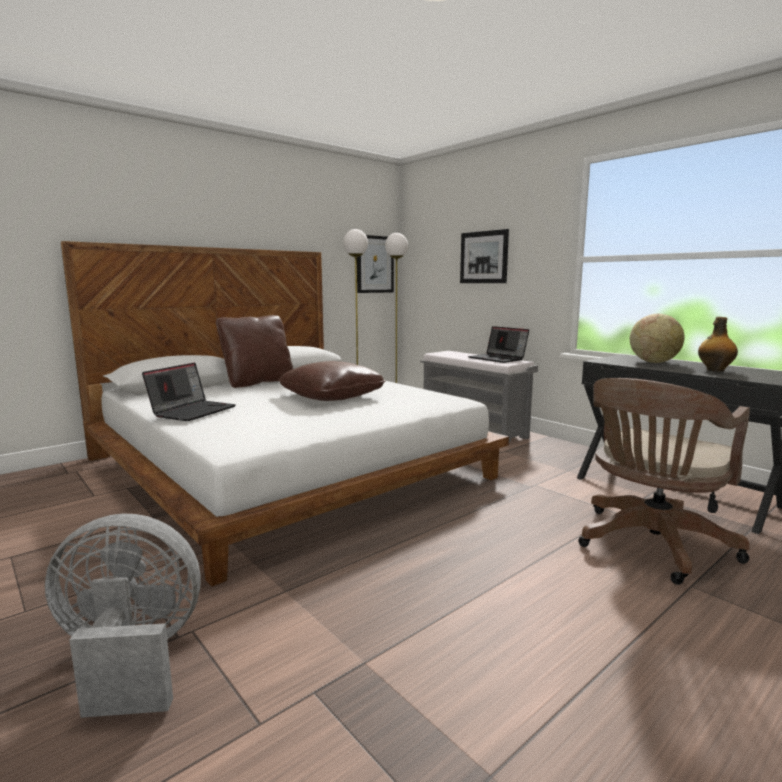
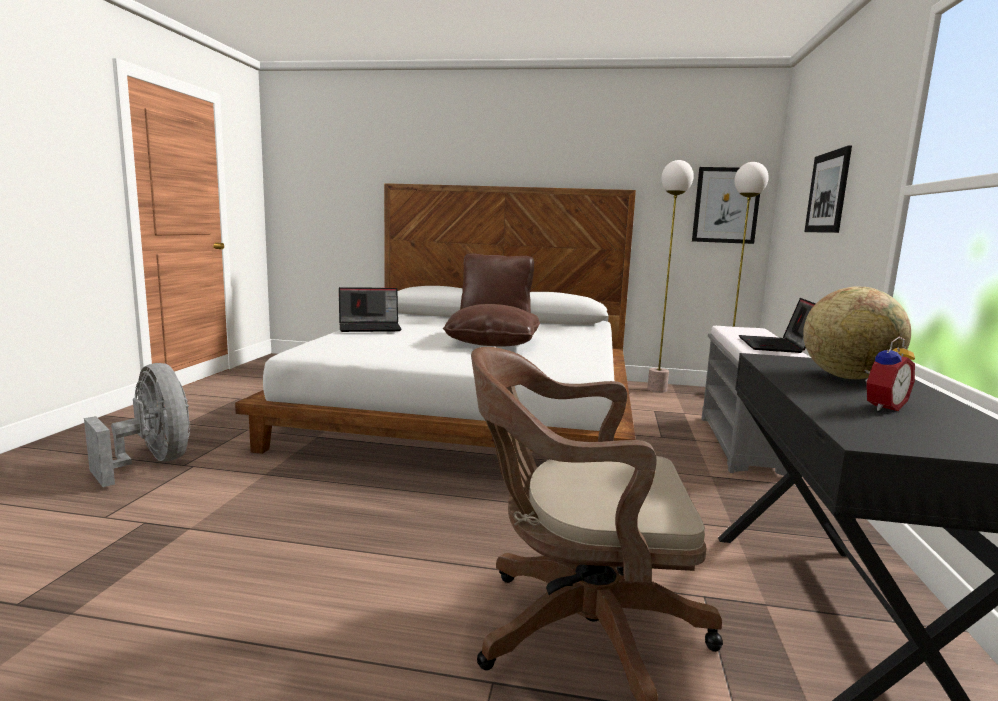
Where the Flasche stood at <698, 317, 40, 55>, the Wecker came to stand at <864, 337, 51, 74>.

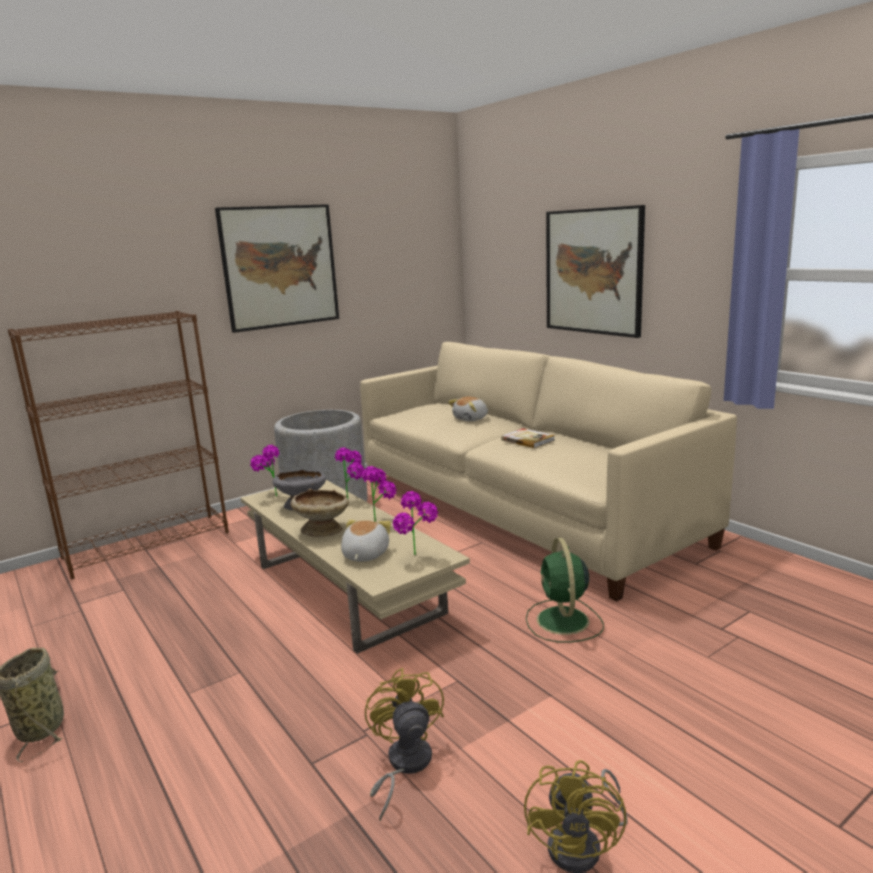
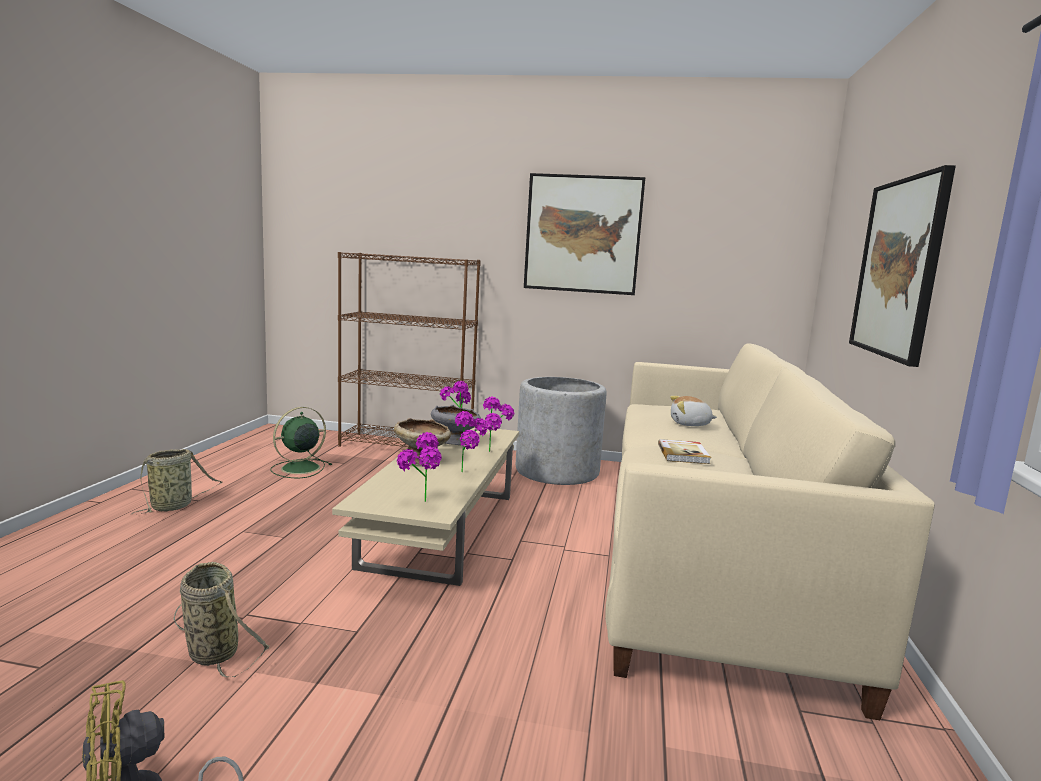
The second view lost the Plüschtier at <341, 520, 50, 42>.
The Ventilator (grün) ended up elsewhere, having gone from <526, 538, 78, 104> to <271, 407, 61, 71>.
Where the Ventilator (gelb) stood at <365, 668, 79, 154>, the Korb came to stand at <173, 562, 96, 116>.

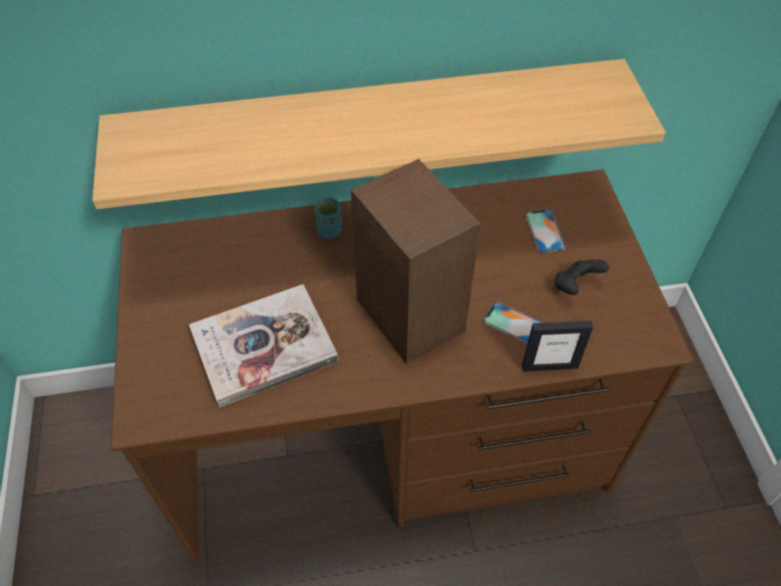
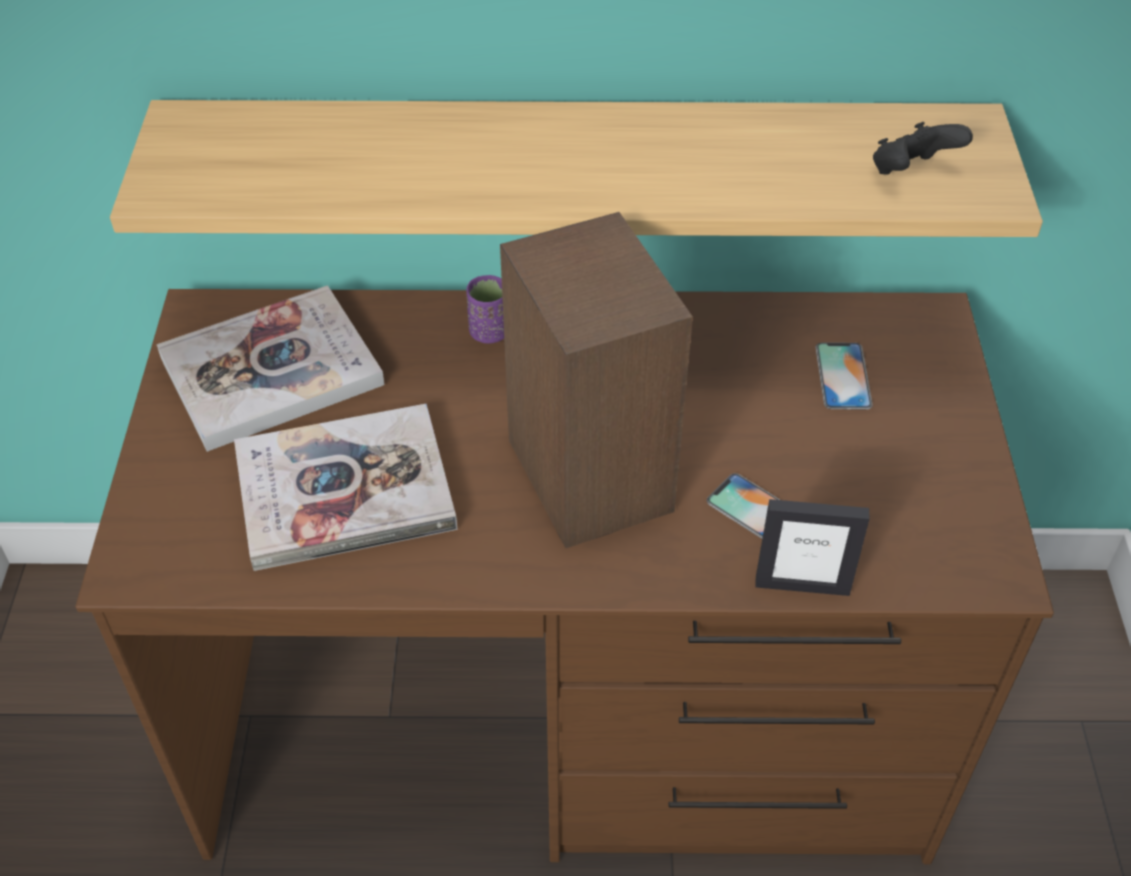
What was the Tasse (türkis) at <315, 197, 27, 42> turned into the Tasse (lila) at <466, 275, 38, 69>.
The Gamepad (schwarz) ended up elsewhere, having gone from <554, 259, 55, 36> to <873, 122, 100, 53>.
The second view gained the Buch at <157, 285, 228, 167>.

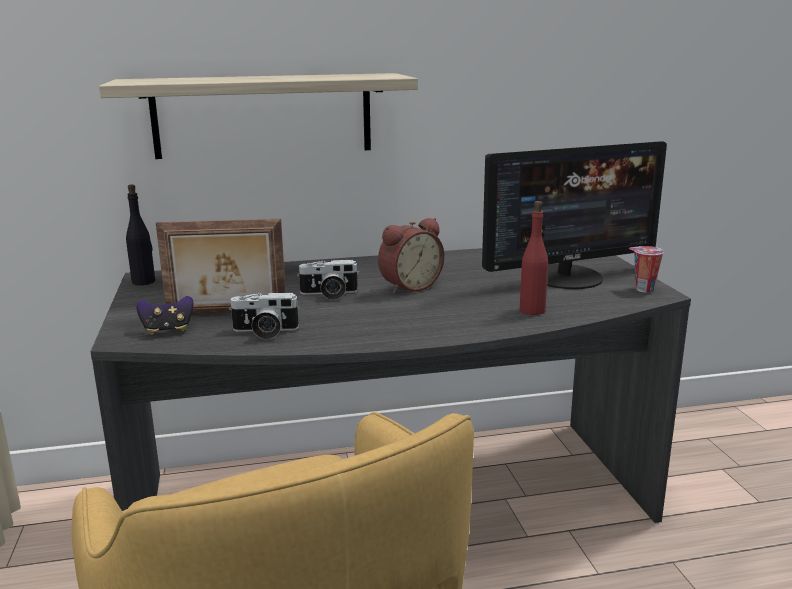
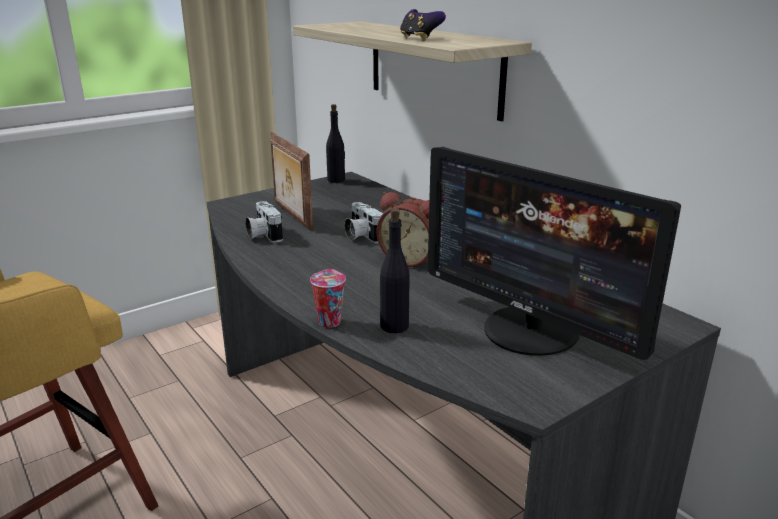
What was the Flasche (rot) at <520, 201, 28, 114> turned into the Flasche (schwarz) at <380, 208, 30, 125>.
The Tasse ended up elsewhere, having gone from <628, 246, 36, 46> to <310, 269, 36, 59>.
The Gamepad ended up elsewhere, having gone from <136, 296, 58, 39> to <400, 9, 46, 31>.

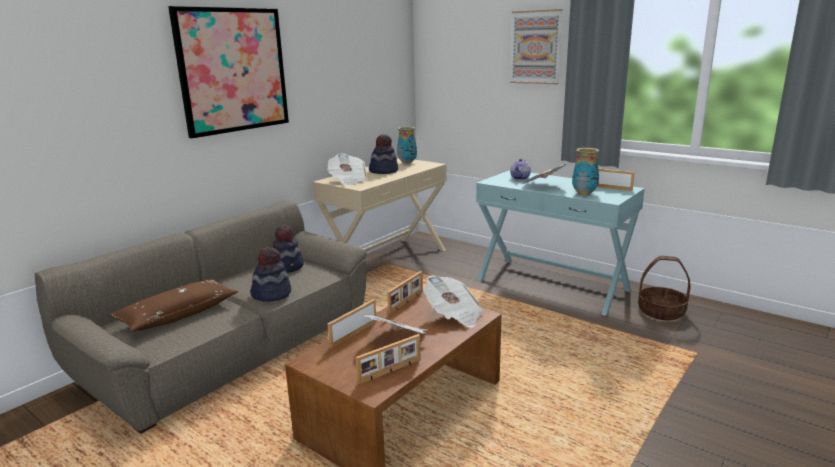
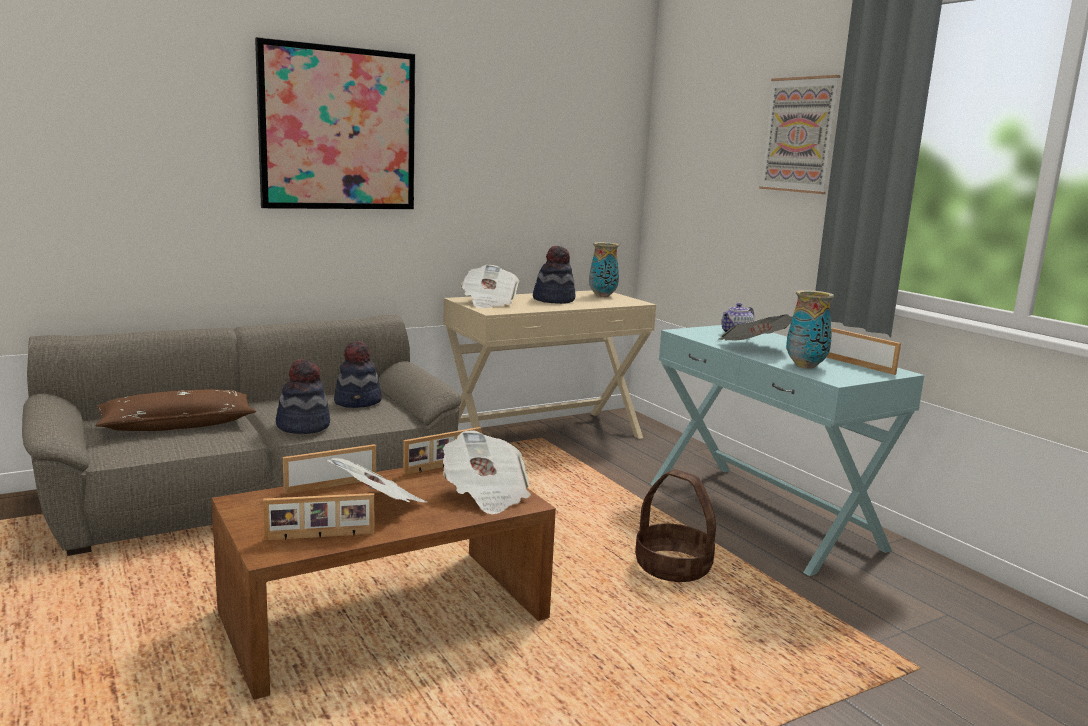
The Korb ended up elsewhere, having gone from <638, 256, 53, 64> to <635, 469, 81, 113>.

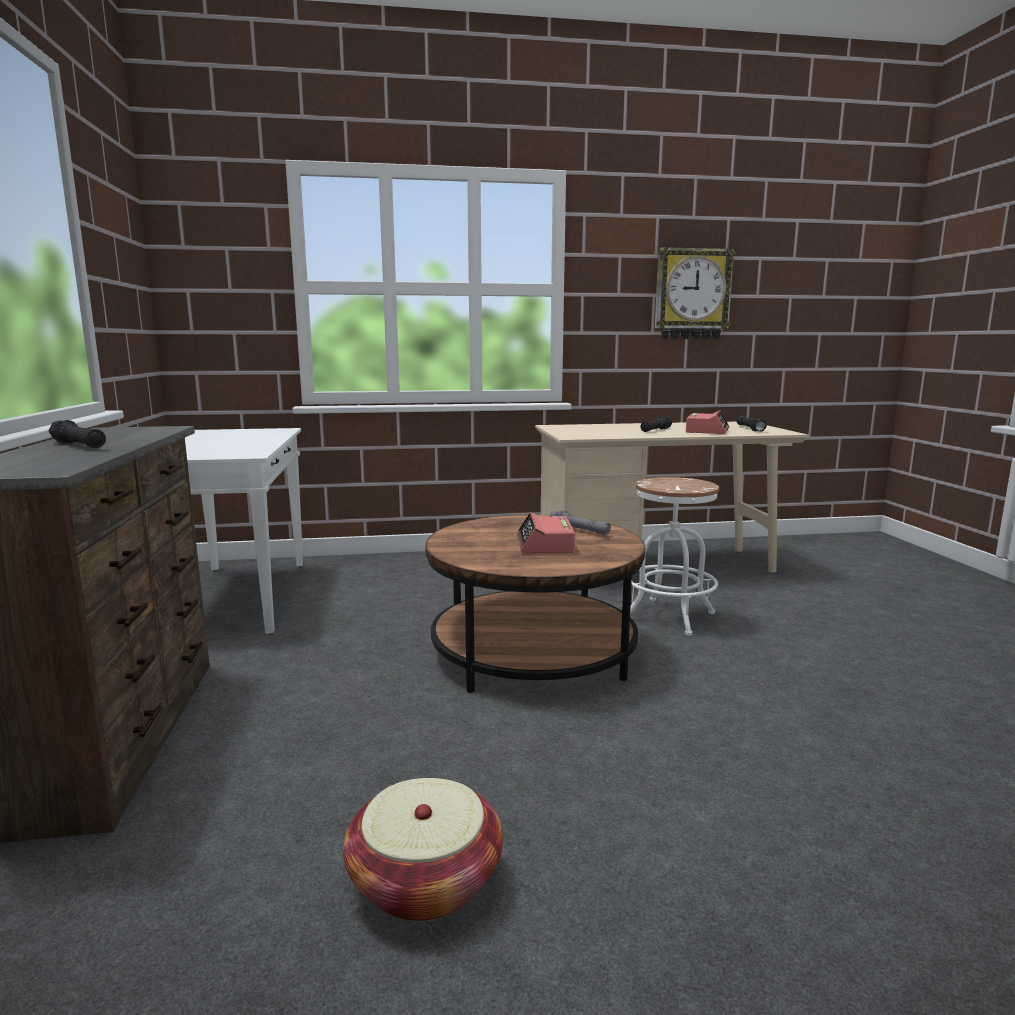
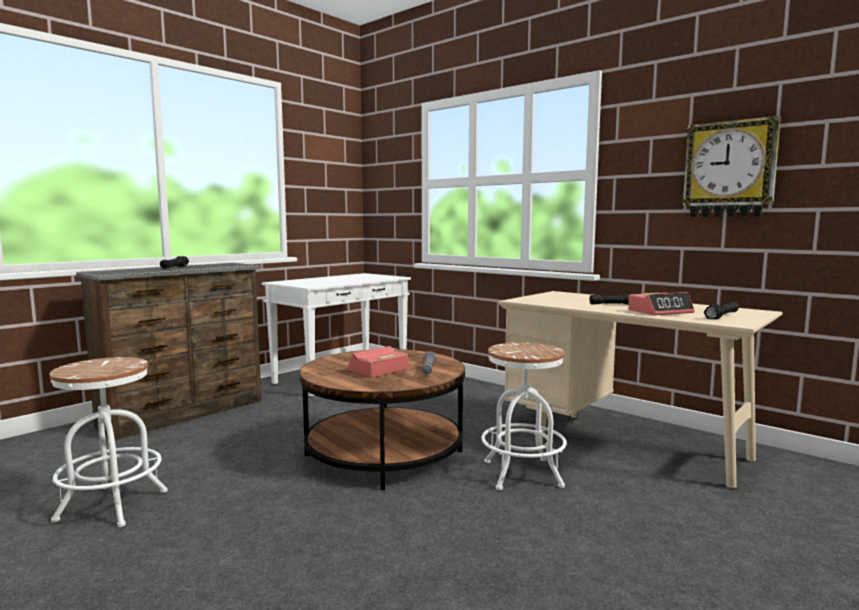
Where the Korb stood at <343, 778, 160, 144>, the Hocker (weiß) came to stand at <50, 357, 118, 170>.

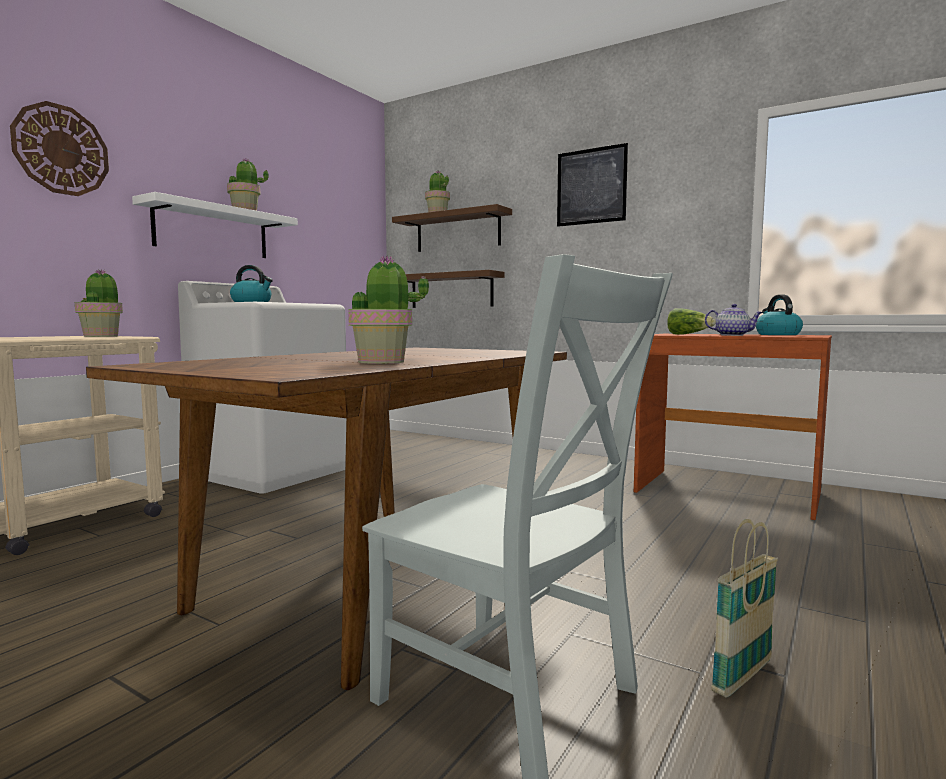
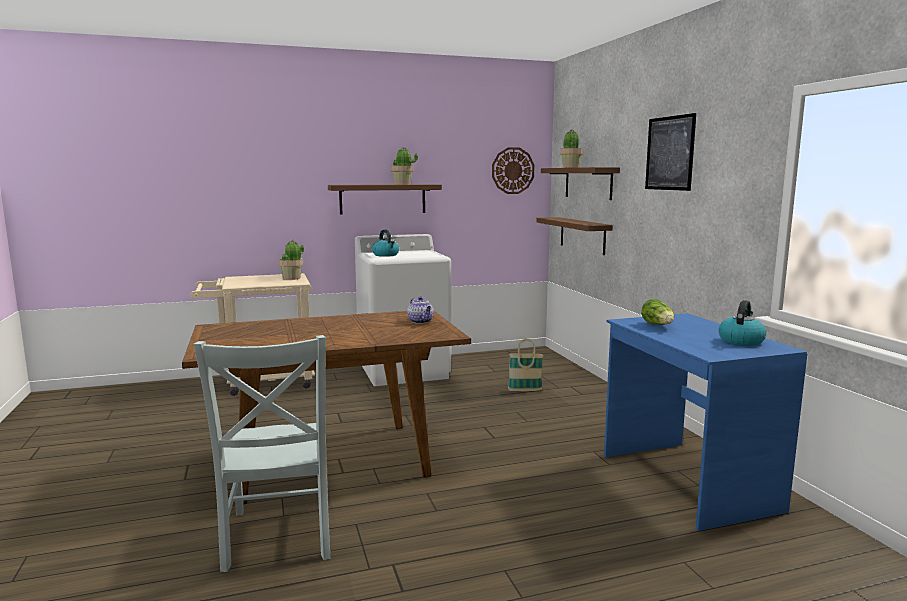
The Wanduhr ended up elsewhere, having gone from <10, 101, 99, 95> to <492, 147, 42, 47>.
What was the Wandregal (weiß) at <132, 192, 166, 66> turned into the Wandregal (braun) at <328, 184, 114, 31>.
The second view lost the Topfpflanze at <348, 256, 81, 108>.
The Teekanne ended up elsewhere, having gone from <705, 304, 58, 32> to <407, 296, 27, 28>.
What was the Schreibtisch (braun) at <634, 334, 198, 186> turned into the Schreibtisch (blau) at <604, 313, 203, 218>.
The Korb ended up elsewhere, having gone from <711, 519, 67, 179> to <508, 339, 35, 52>.

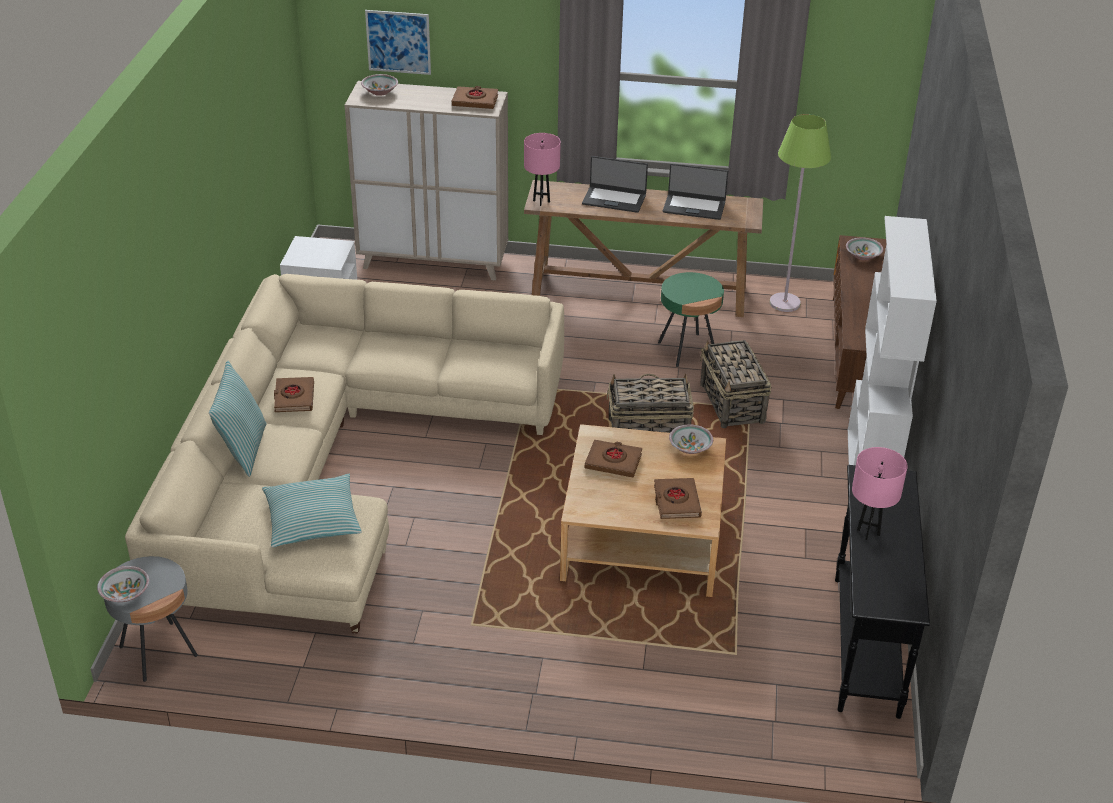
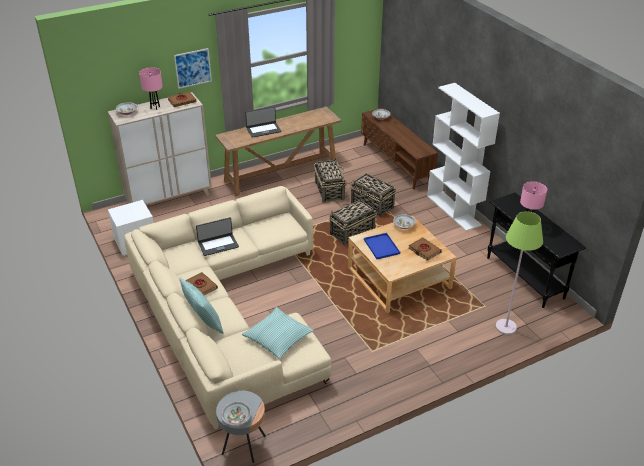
The Bild ended up elsewhere, having gone from <365, 10, 66, 65> to <174, 48, 38, 41>.
The Stehlampe (grün) ended up elsewhere, having gone from <770, 114, 61, 198> to <495, 211, 48, 124>.
The Tischlampe (rosa) ended up elsewhere, having gone from <524, 133, 37, 73> to <139, 67, 24, 43>.
The Laptop ended up elsewhere, having gone from <663, 163, 65, 57> to <196, 217, 43, 39>.
Where the Beistelltisch (grün) stood at <658, 272, 66, 95>, the Korb came to stand at <314, 157, 32, 46>.
Where the Buch (braun) stood at <585, 440, 57, 38>, the Tablett (blau) came to stand at <364, 233, 36, 26>.

